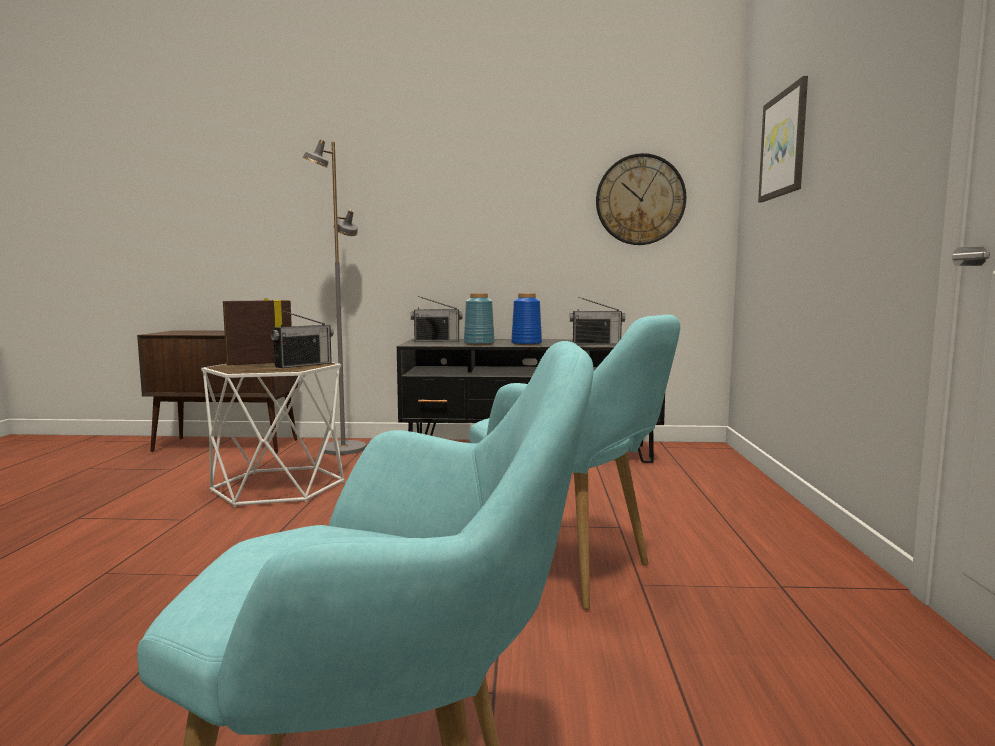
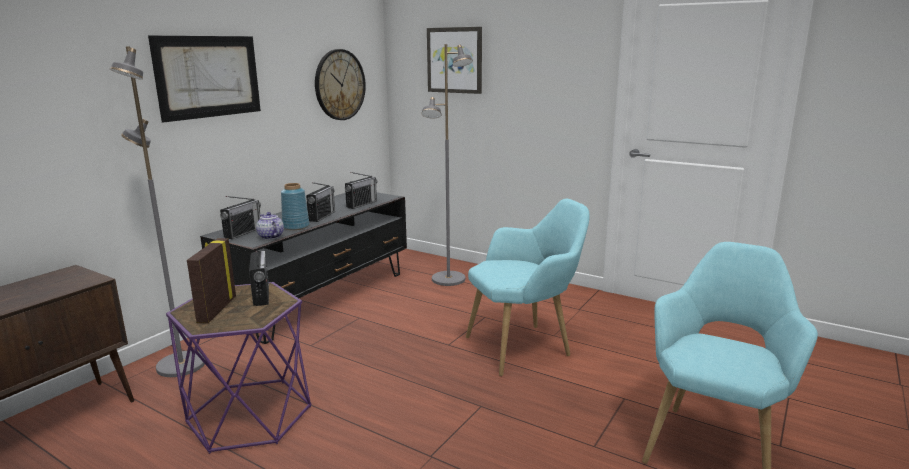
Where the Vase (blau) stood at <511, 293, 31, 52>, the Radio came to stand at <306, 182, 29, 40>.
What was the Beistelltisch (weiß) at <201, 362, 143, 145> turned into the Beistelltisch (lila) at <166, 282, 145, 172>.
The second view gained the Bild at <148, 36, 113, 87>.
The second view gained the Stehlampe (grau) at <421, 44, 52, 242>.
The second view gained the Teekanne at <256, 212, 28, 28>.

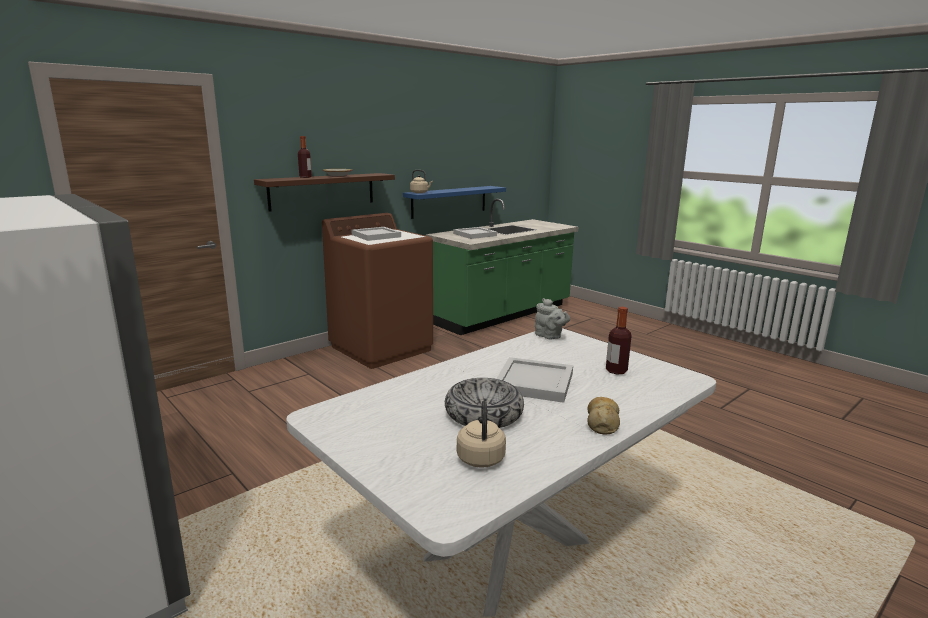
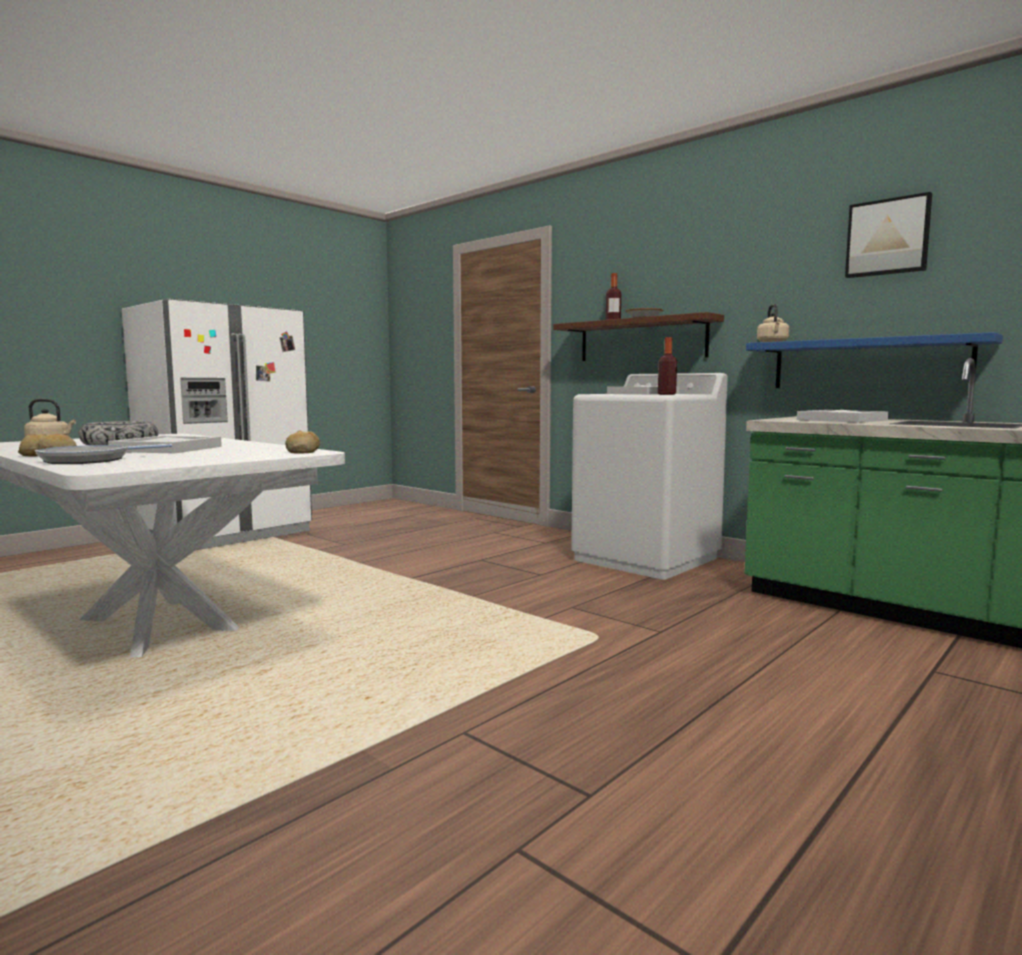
What was the Waschmaschine (braun) at <322, 213, 111, 156> turned into the Waschmaschine (weiß) at <571, 373, 157, 207>.
Where the Teekanne (grau) stood at <535, 298, 35, 42>, the Brot came to stand at <285, 430, 35, 23>.
The Flasche ended up elsewhere, having gone from <606, 307, 26, 68> to <658, 337, 19, 58>.
The second view gained the Bild at <845, 192, 87, 86>.
The second view gained the Pfanne at <35, 444, 137, 20>.

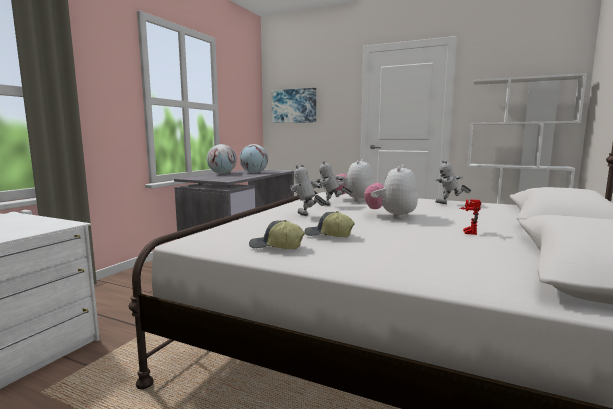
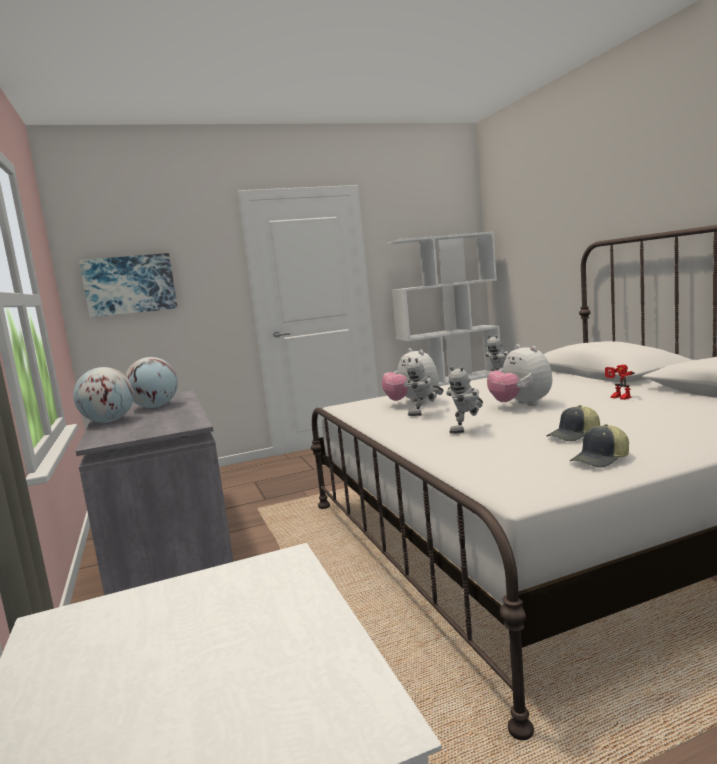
The Spielzeugroboter at <290, 164, 36, 52> ended up facing another way, 45 degrees counterclockwise from before.

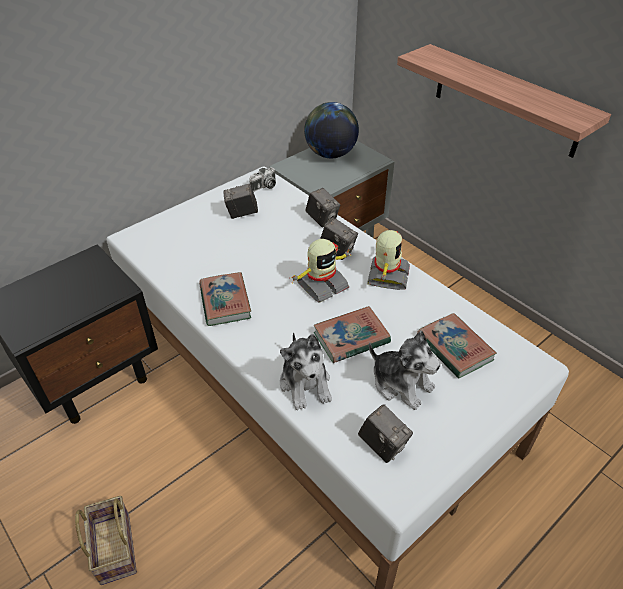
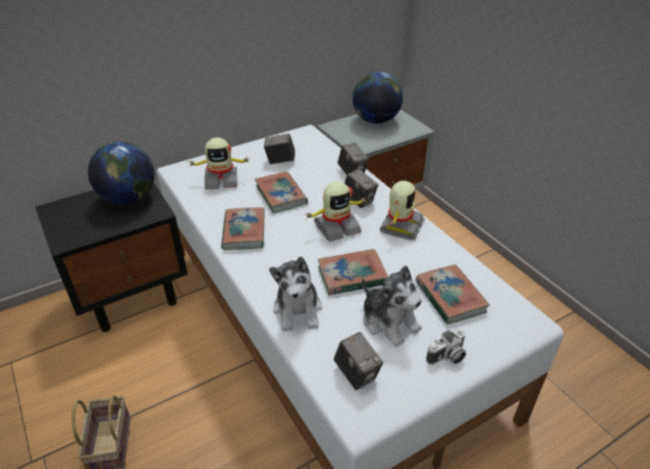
The second view lost the Wandregal at <397, 44, 214, 114>.
The Kamera ended up elsewhere, having gone from <249, 167, 27, 25> to <426, 329, 40, 36>.
The second view gained the Spielzeugroboter at <186, 138, 65, 52>.
The second view gained the Globus at <88, 142, 67, 63>.
The second view gained the Buch at <255, 172, 53, 41>.

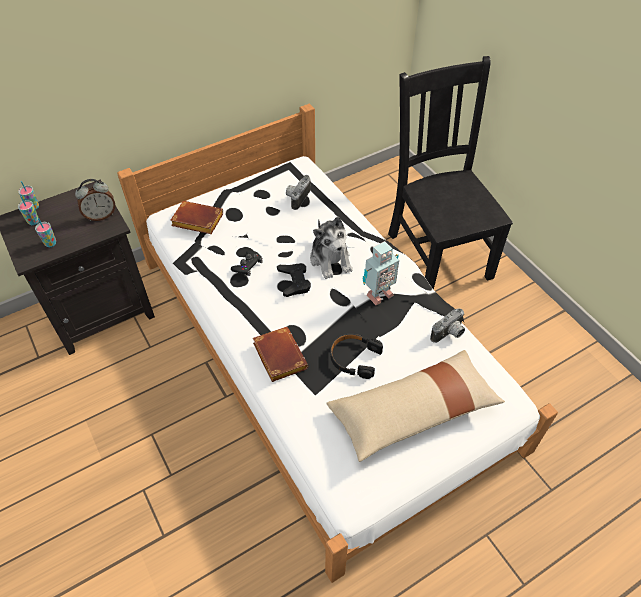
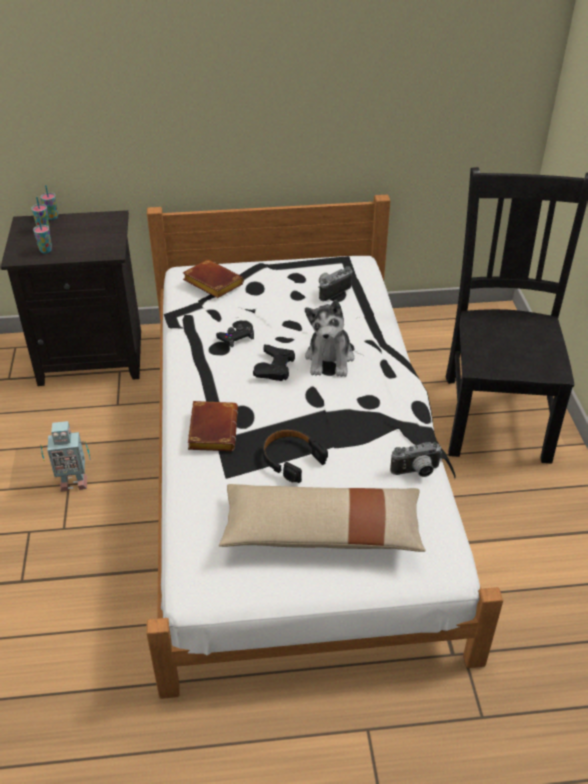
The second view lost the Wecker at <75, 179, 40, 42>.
The Spielzeugroboter ended up elsewhere, having gone from <363, 241, 36, 64> to <41, 421, 50, 71>.

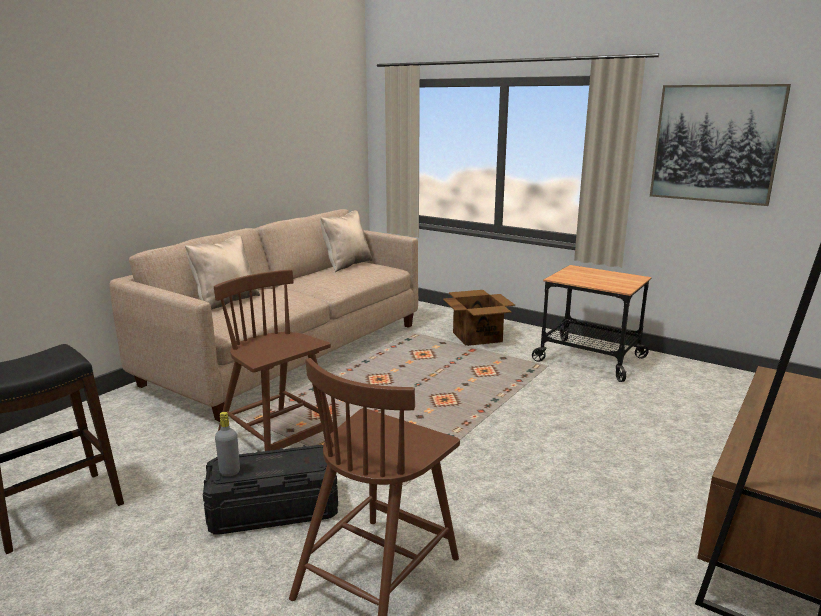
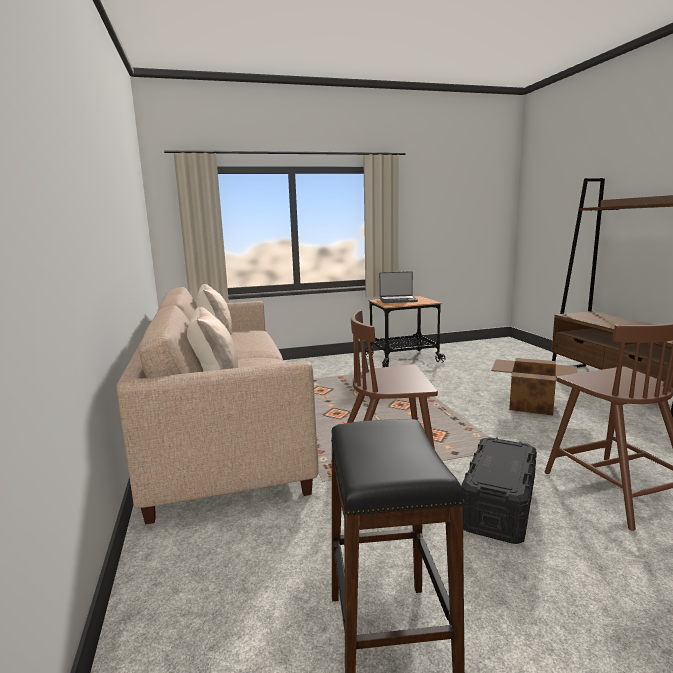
The second view lost the Bild at <650, 84, 141, 122>.
The Karton ended up elsewhere, having gone from <443, 290, 72, 56> to <491, 358, 87, 58>.
The second view lost the Flasche (grau) at <215, 412, 25, 64>.
The second view gained the Laptop at <379, 271, 39, 32>.

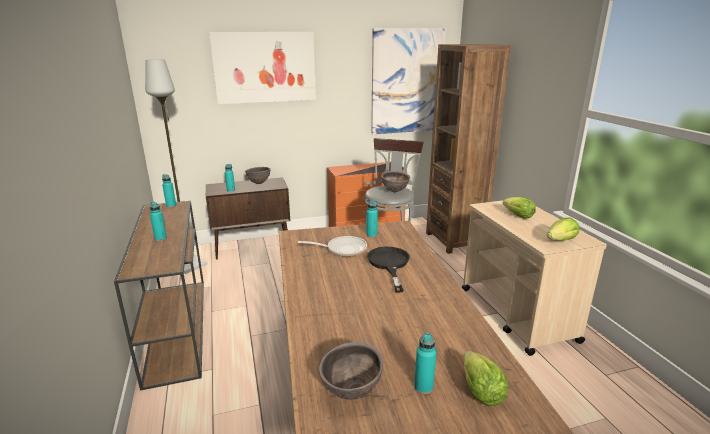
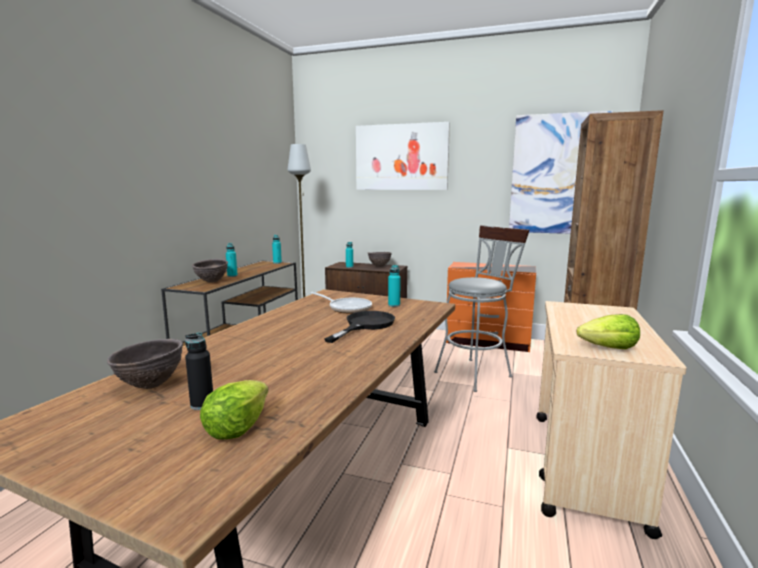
The Schüssel (braun) ended up elsewhere, having gone from <381, 171, 29, 21> to <192, 259, 36, 24>.
The second view lost the Salatkopf at <503, 197, 33, 22>.
What was the Flasche (türkis) at <414, 332, 22, 62> turned into the Flasche (schwarz) at <185, 333, 28, 77>.

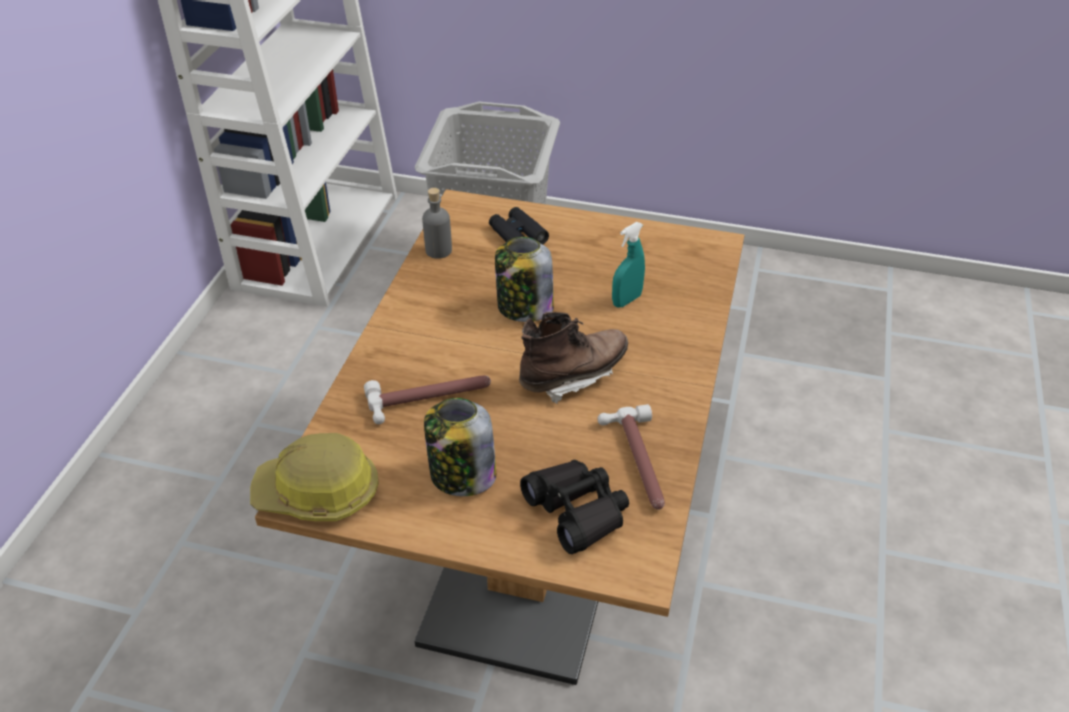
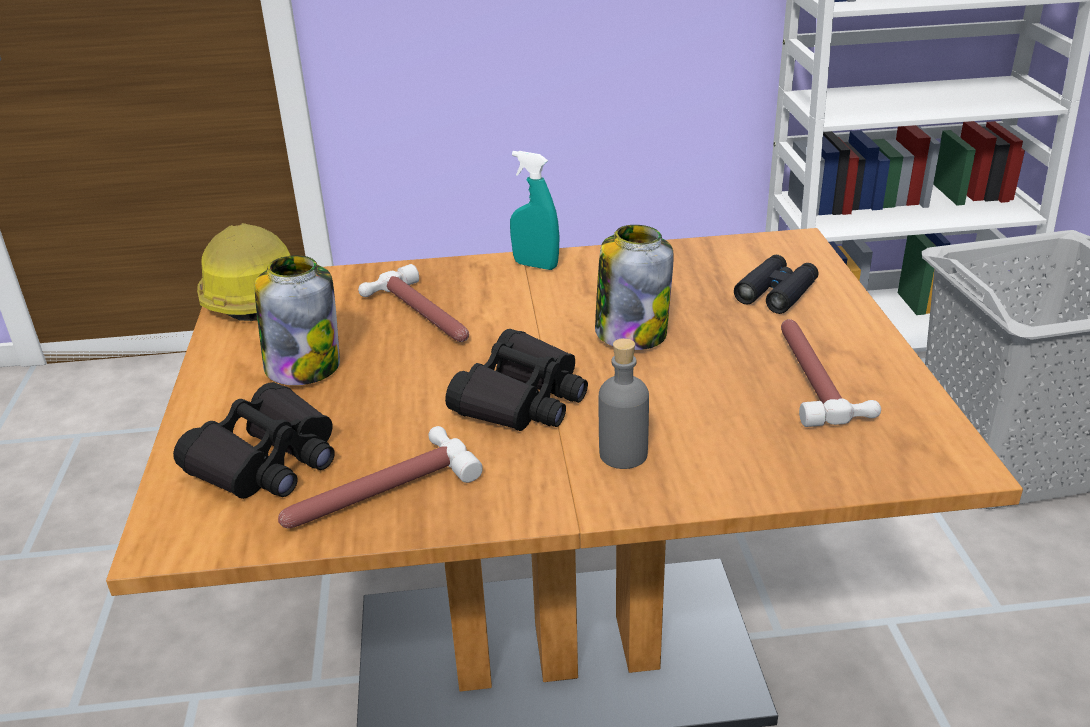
The Flasche (grau) ended up elsewhere, having gone from <422, 188, 30, 71> to <599, 338, 50, 131>.
The Sprühflasche (türkis) ended up elsewhere, having gone from <612, 222, 33, 86> to <510, 151, 49, 119>.
Where the Stiefel (braun) stood at <519, 312, 109, 92>, the Fernglas (schwarz) came to stand at <445, 329, 143, 102>.
The second view gained the Hammer at <781, 319, 100, 108>.

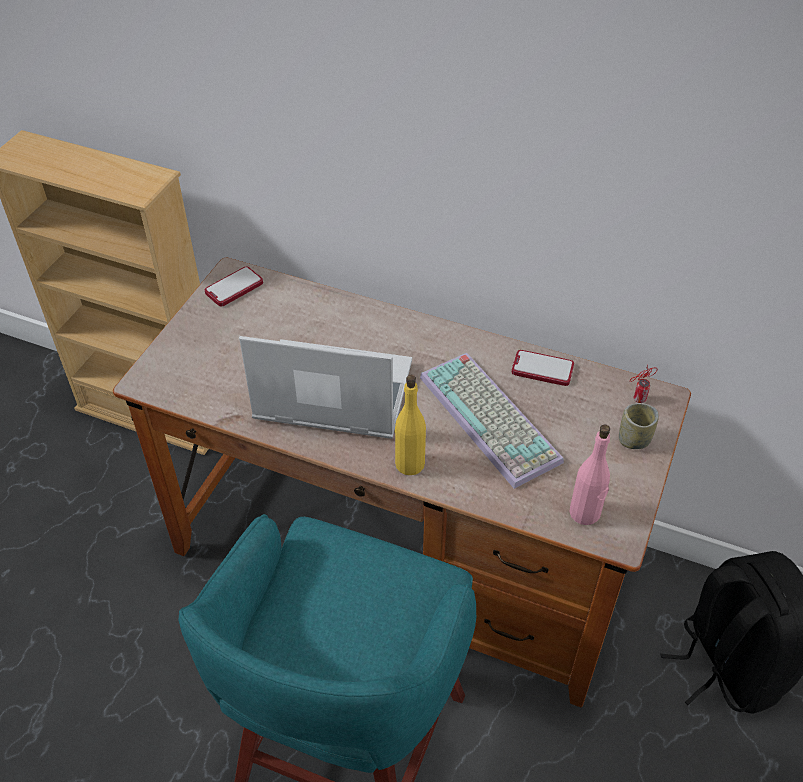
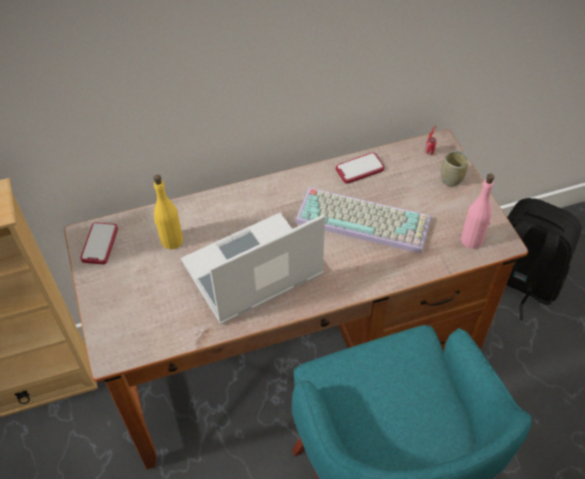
The Flasche (gelb) ended up elsewhere, having gone from <395, 375, 31, 100> to <154, 175, 29, 74>.

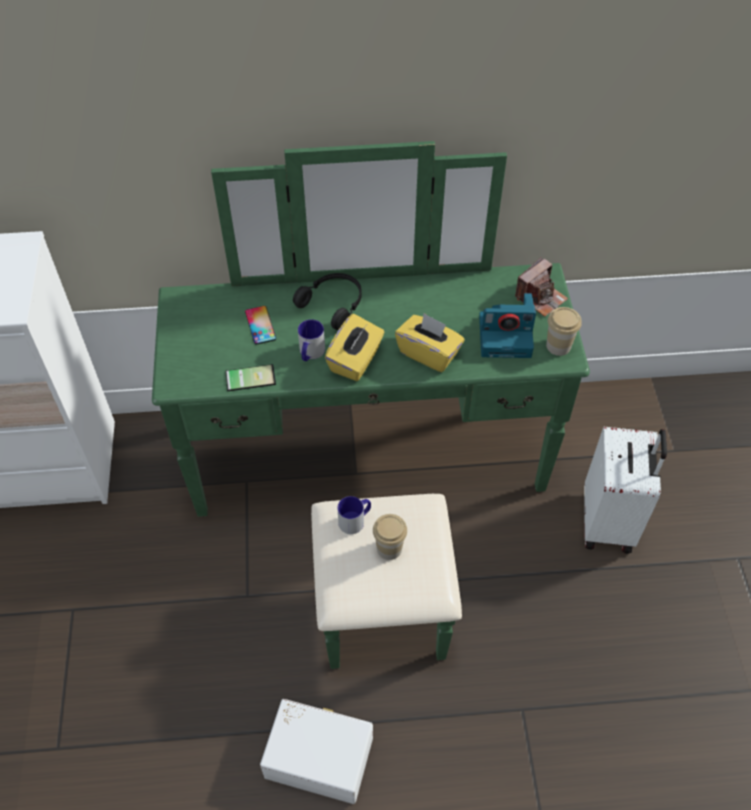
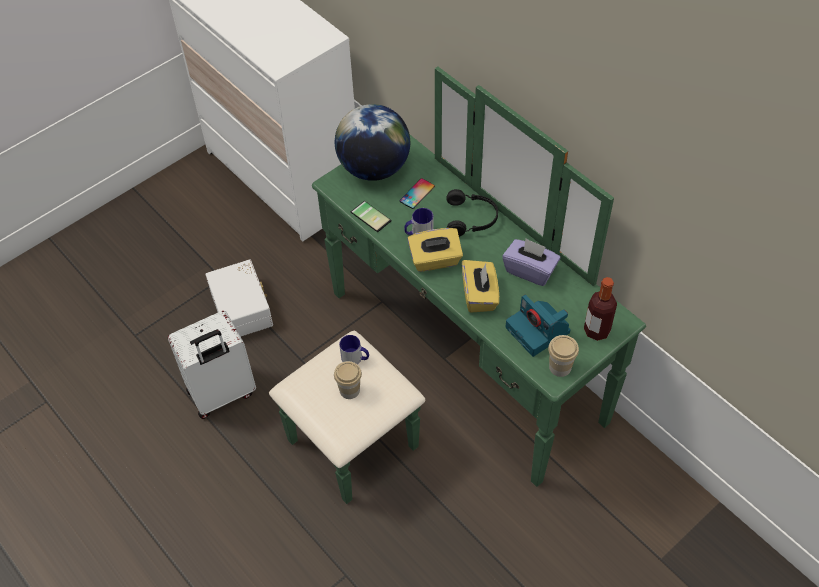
Where the Kamera stood at <515, 257, 53, 60>, the Flasche came to stand at <584, 277, 33, 64>.
The Koffer (weiß) ended up elsewhere, having gone from <584, 427, 83, 127> to <168, 311, 88, 108>.
The Aufbewahrungsbox (weiß) ended up elsewhere, having gone from <260, 699, 113, 105> to <205, 260, 68, 77>.
The second view gained the Globus at <335, 104, 75, 77>.
The second view gained the Taschentuchbox (lila) at <502, 238, 59, 48>.

